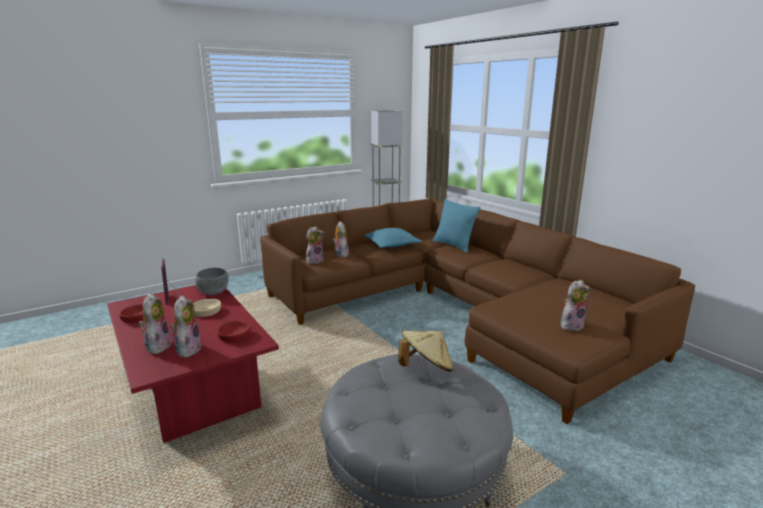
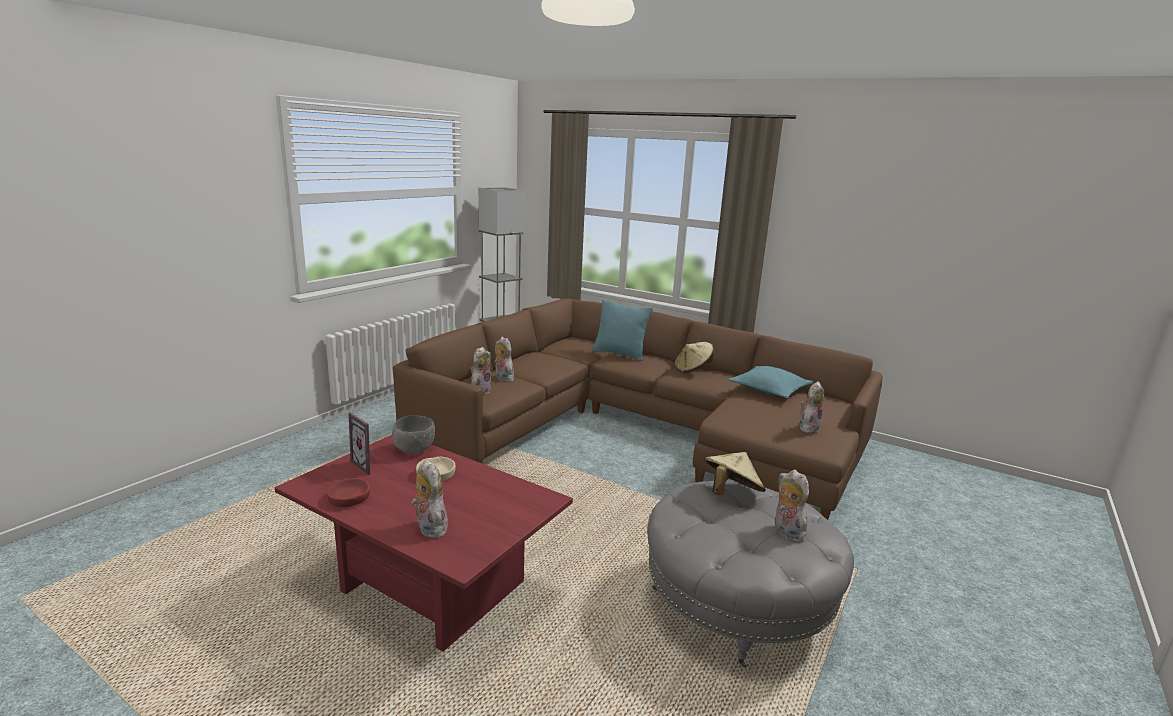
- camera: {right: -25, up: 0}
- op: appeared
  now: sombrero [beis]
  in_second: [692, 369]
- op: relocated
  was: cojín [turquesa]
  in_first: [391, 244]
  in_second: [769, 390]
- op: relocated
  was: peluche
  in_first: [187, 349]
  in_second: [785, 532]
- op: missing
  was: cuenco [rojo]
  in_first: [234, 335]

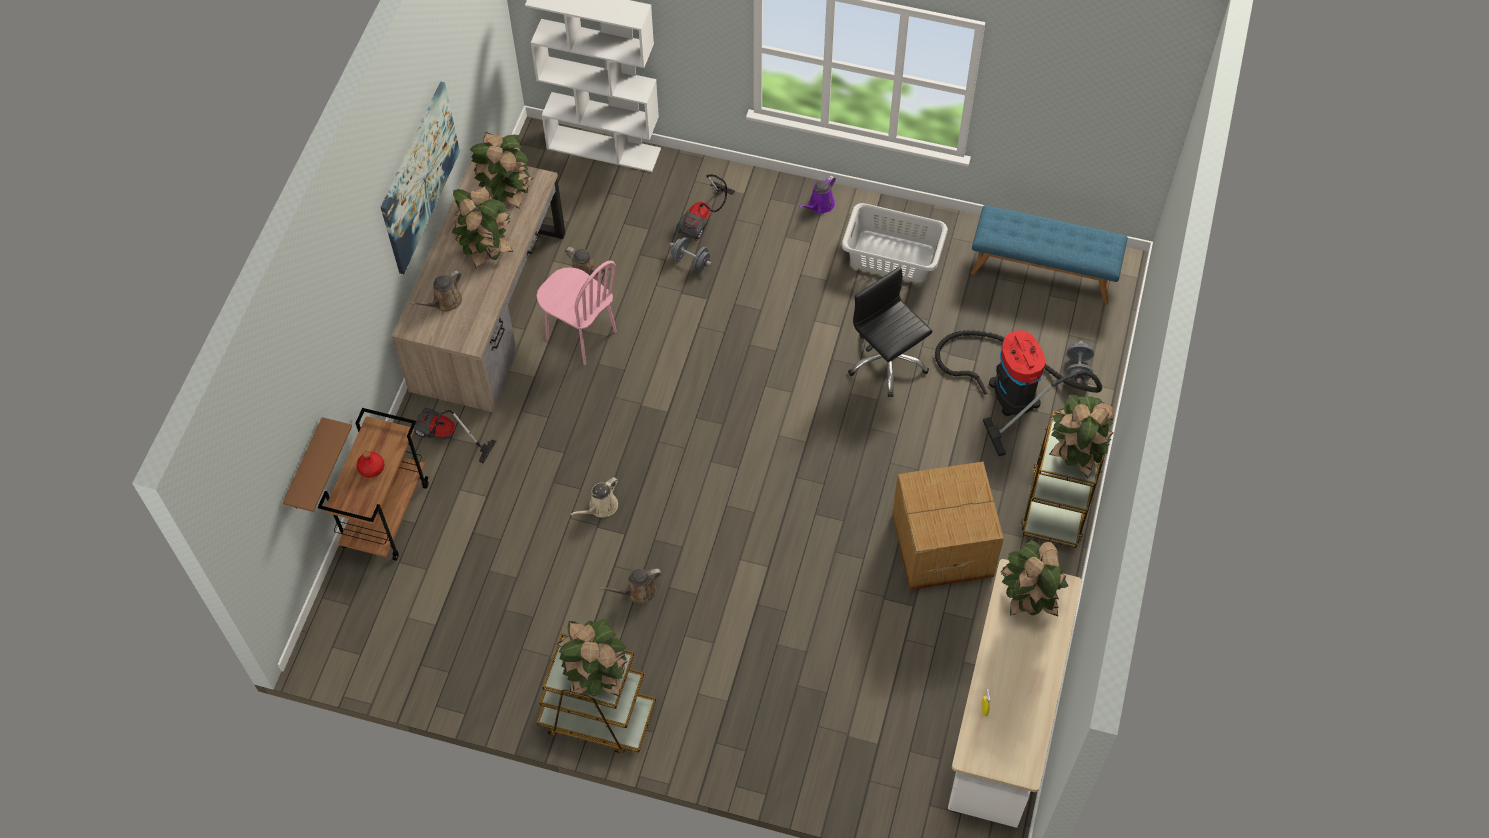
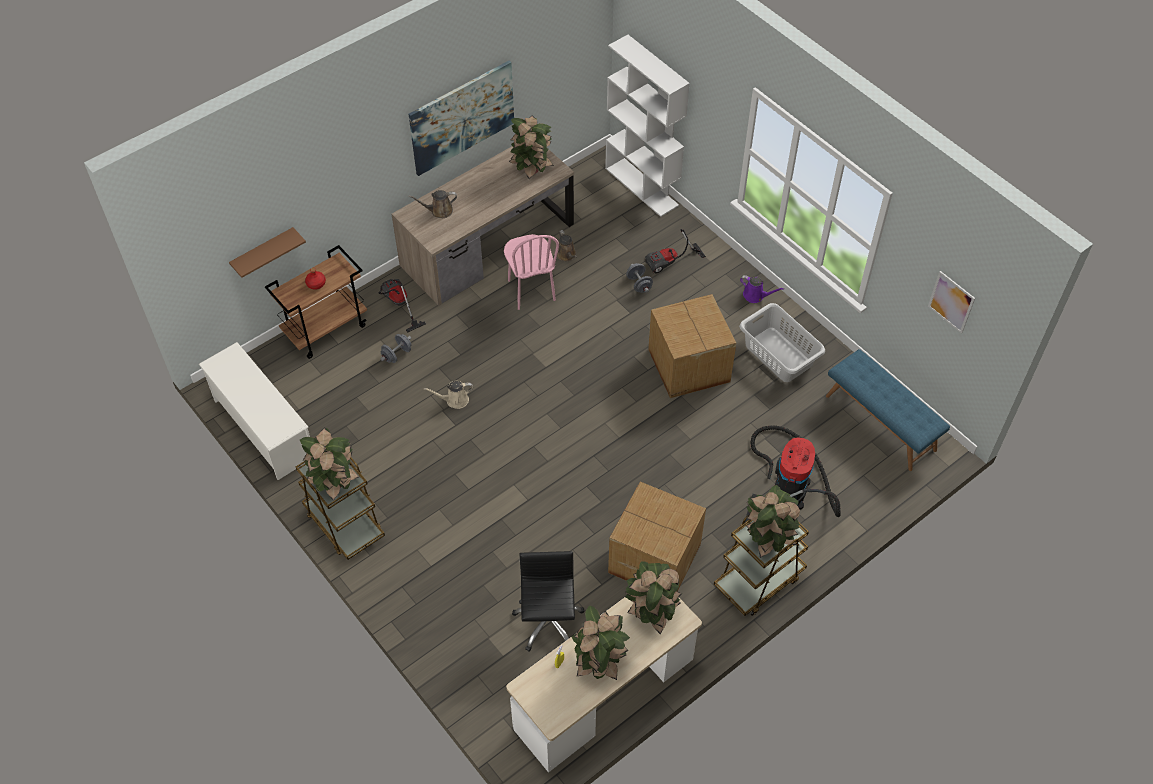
- camera: {right: 35, up: -5}
- op: appeared
  now: zapatero [blanco]
  in_second: [263, 428]
- op: relocated
  was: mancuerna [gris]
  in_first: [1077, 369]
  in_second: [397, 354]
- op: relocated
  was: silla de oficina [negro]
  in_first: [887, 362]
  in_second: [548, 622]
- op: relocated
  was: planta en maceta
  in_first: [486, 249]
  in_second: [599, 662]
- op: appeared
  now: caja de cartón
  in_second: [688, 366]
- op: spun
  was: regadera [morado]
  in_first: [820, 205]
  in_second: [755, 295]
  clockwise: -135
- op: appeared
  now: cuadro
  in_second: [951, 302]
- op: missing
  was: regadera [marrón]
  in_first: [638, 592]

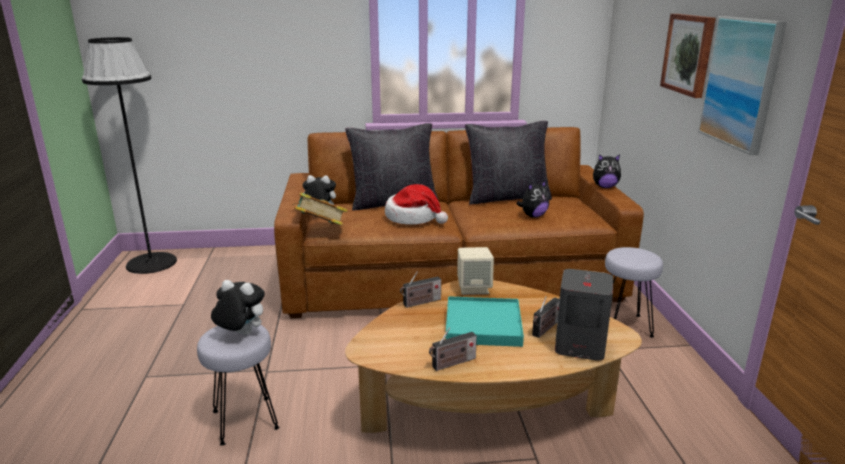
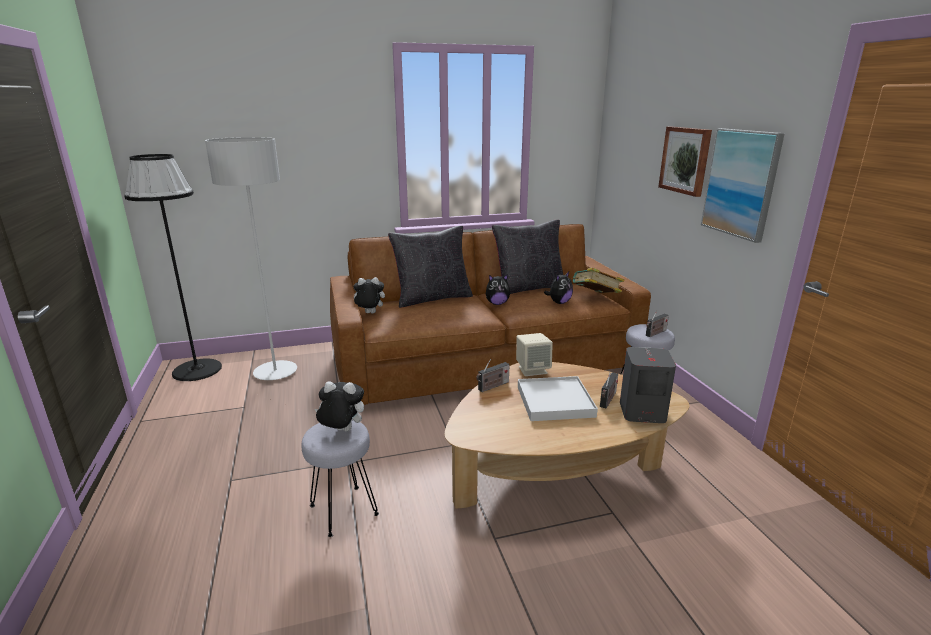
- camera: {right: -10, up: 0}
- op: appeared
  now: lámpara de pie [gris]
  in_second: [275, 372]
- op: relocated
  was: peluche
  in_first: [605, 187]
  in_second: [497, 303]
- op: colour
  was: bandeja [turquesa]
  now: bandeja [blanco]
  in_first: [483, 325]
  in_second: [555, 402]
- op: relocated
  was: libro
  in_first: [320, 229]
  in_second: [595, 297]
- op: relocated
  was: radio
  in_first: [452, 363]
  in_second: [655, 333]
- op: missing
  was: sombrero
  in_first: [413, 217]

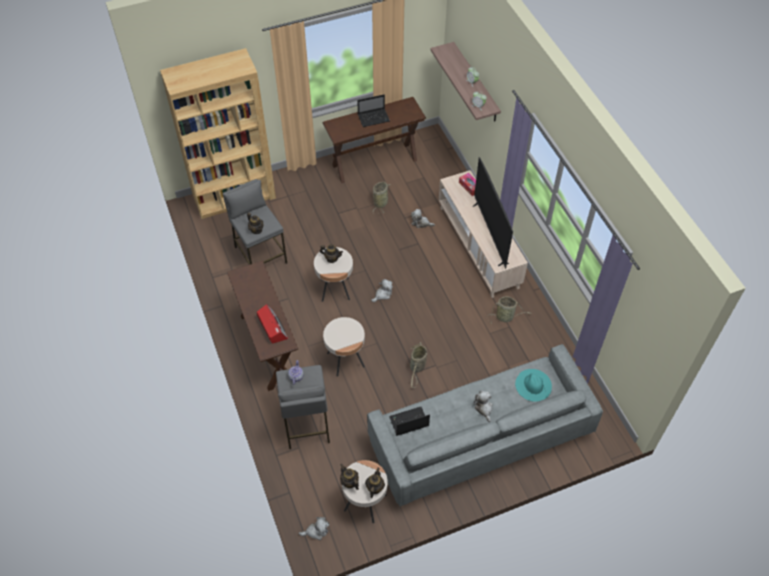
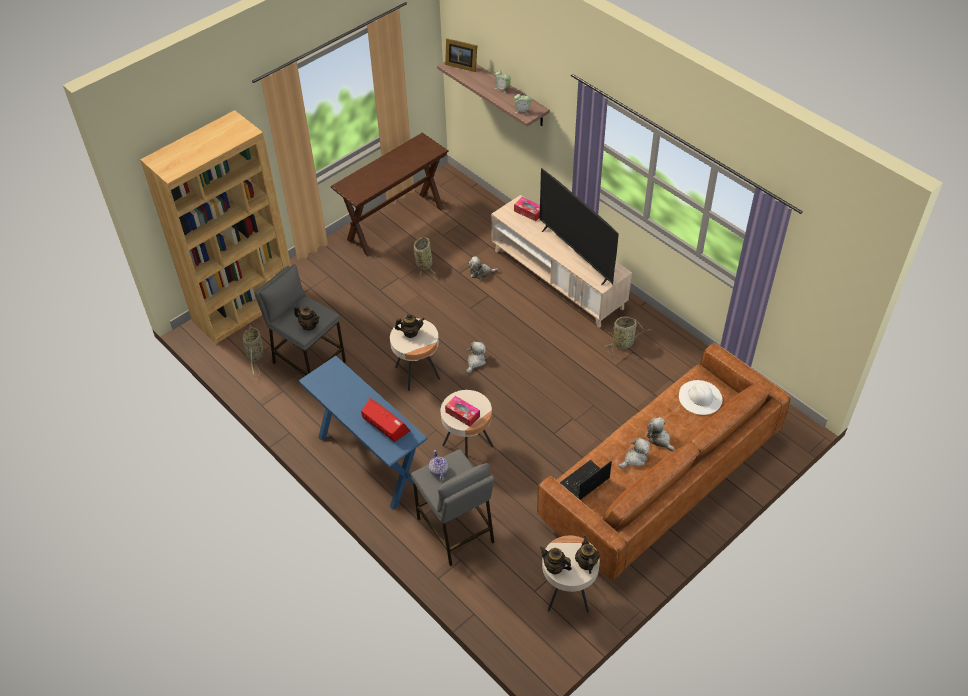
- camera: {right: -20, up: -5}
- op: relocated
  was: cesta
  in_first: [417, 367]
  in_second: [255, 356]
- op: colour
  was: mesa consola [marrón]
  now: mesa consola [azul]
  in_first: [269, 347]
  in_second: [370, 461]
- op: appeared
  now: portarretratos
  in_second: [461, 65]
- op: appeared
  now: caja de pañuelos
  in_second: [462, 414]
- op: colour
  was: sofá [gris]
  now: sofá [marrón]
  in_first: [479, 437]
  in_second: [660, 478]
- op: relocated
  was: peluche
  in_first: [316, 531]
  in_second: [634, 458]
- op: colour
  was: sombrero [turquesa]
  now: sombrero [blanco]
  in_first: [533, 385]
  in_second: [700, 397]
- op: missing
  was: portátil
  in_first: [374, 118]

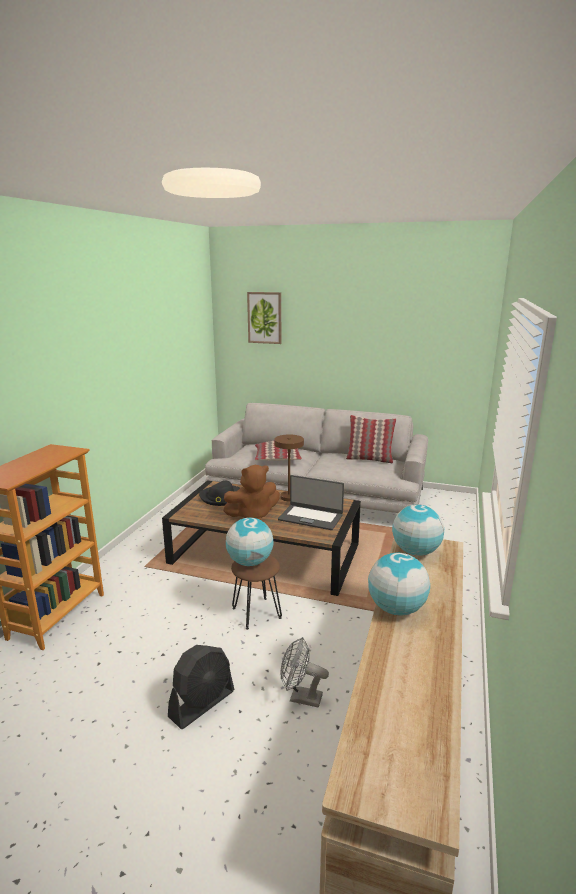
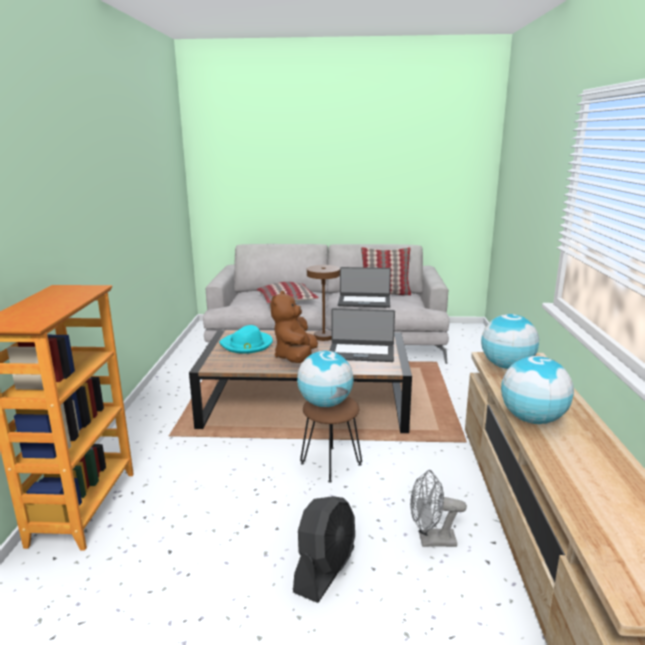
- camera: {right: -15, up: 0}
- op: colour
  was: sombrero [negro]
  now: sombrero [turquesa]
  in_first: [221, 497]
  in_second: [247, 345]
- op: spun
  was: peluche [marrón]
  in_first: [252, 515]
  in_second: [295, 358]
  clockwise: 135
- op: appeared
  now: portátil
  in_second: [364, 302]
- op: missing
  was: cuadro
  in_first: [264, 317]

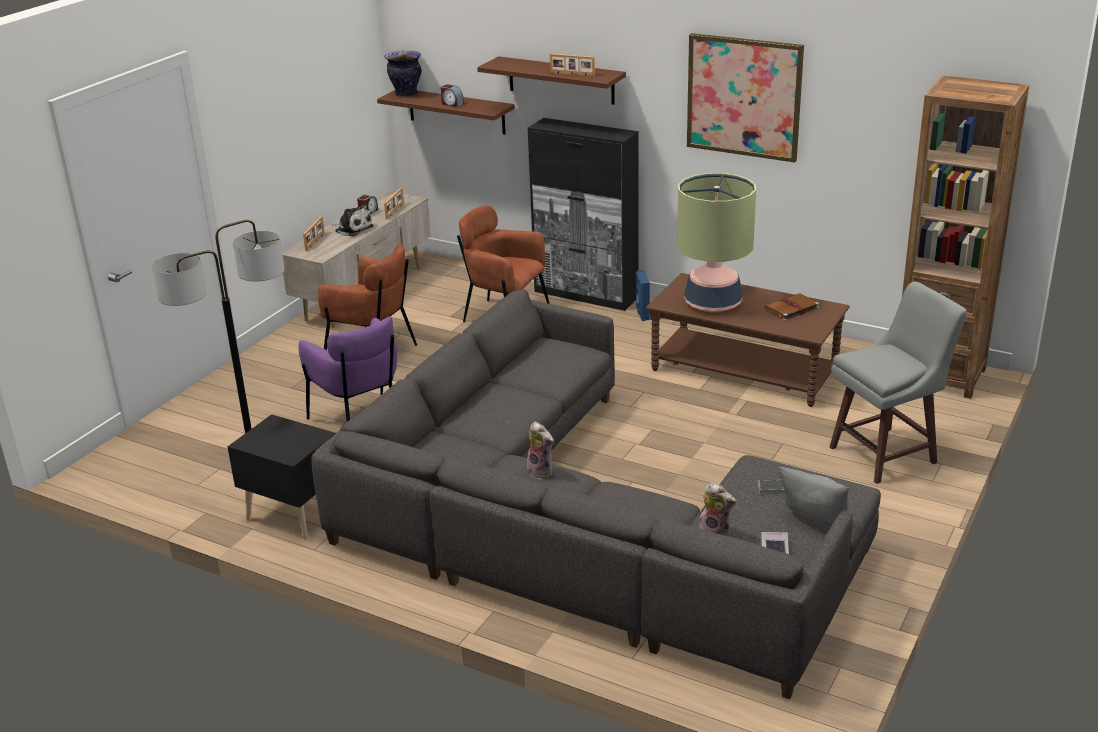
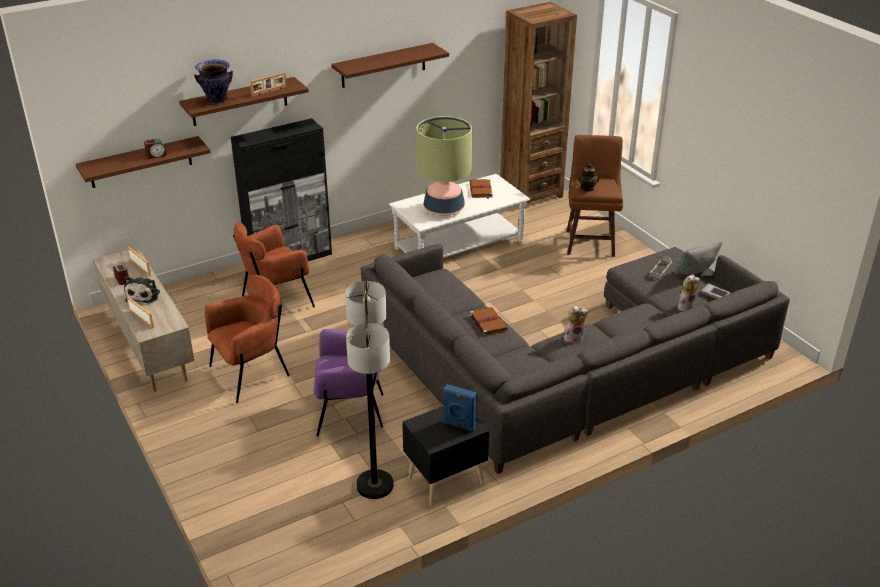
- camera: {right: -60, up: 5}
- op: spun
  was: peluche
  in_first: [353, 229]
  in_second: [144, 295]
  clockwise: 120
- op: relocated
  was: florero
  in_first: [406, 94]
  in_second: [217, 100]
- op: exchanged
  was: cuadro
  now: estante [marrón]
  in_first: [744, 97]
  in_second: [383, 65]
- op: colour
  was: mesa de centro [marrón]
  now: mesa de centro [blanco]
  in_first: [743, 371]
  in_second: [458, 246]
- op: relocated
  was: altavoz [azul]
  in_first: [642, 314]
  in_second: [459, 426]
- op: appeared
  now: libro [marrón]
  in_second: [488, 322]
- op: colour
  was: taburete [gris]
  now: taburete [marrón]
  in_first: [886, 455]
  in_second: [590, 242]
- op: appeared
  now: tetera
  in_second: [587, 188]

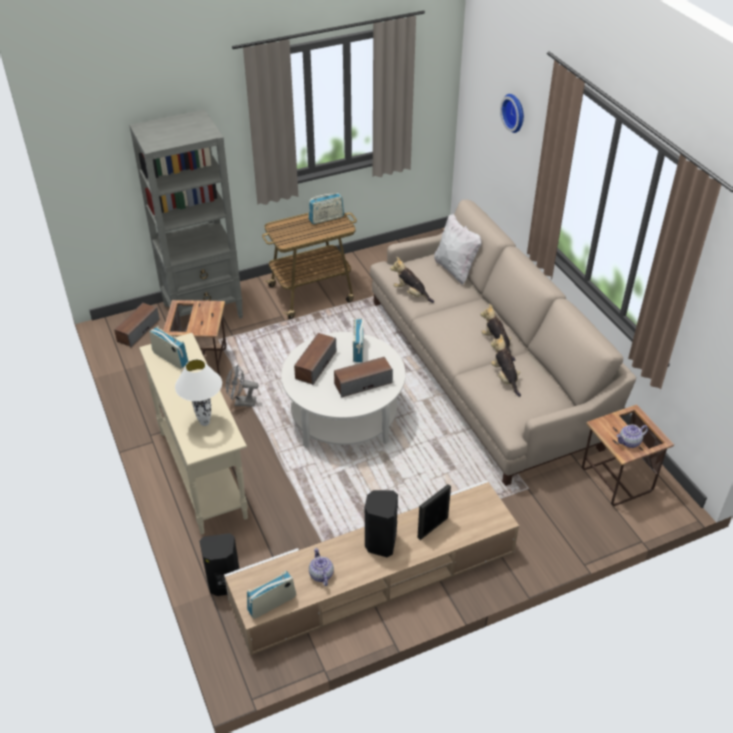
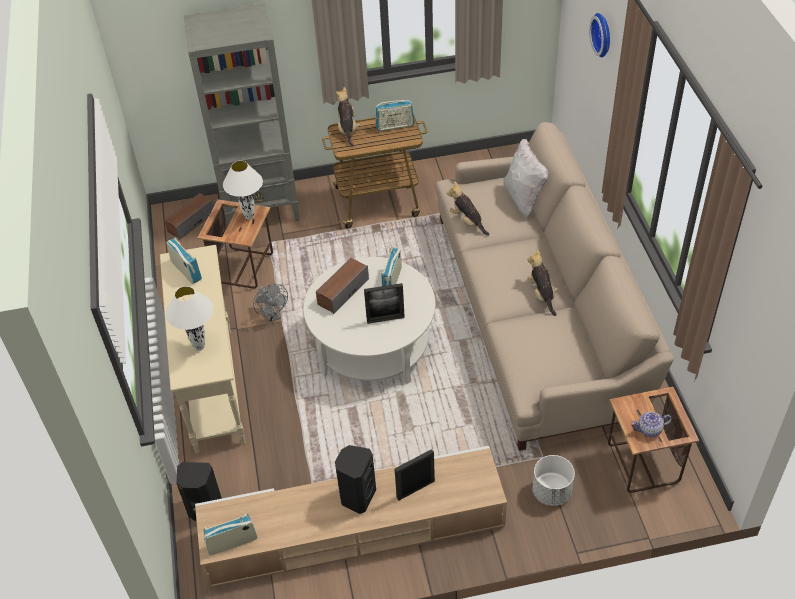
- camera: {right: 15, up: 5}
- op: appeared
  now: lámpara de mesa [blanco]
  in_second: [249, 217]
- op: spun
  was: ventilador [gris]
  in_first: [241, 402]
  in_second: [272, 316]
  clockwise: -135
- op: relocated
  was: peluche
  in_first: [505, 378]
  in_second: [347, 129]
- op: exchanged
  was: altavoz
  now: portarretratos
  in_first: [363, 383]
  in_second: [385, 319]
- op: appeared
  now: maceta [blanco]
  in_second: [551, 492]
- op: missing
  was: tetera
  in_first: [321, 574]

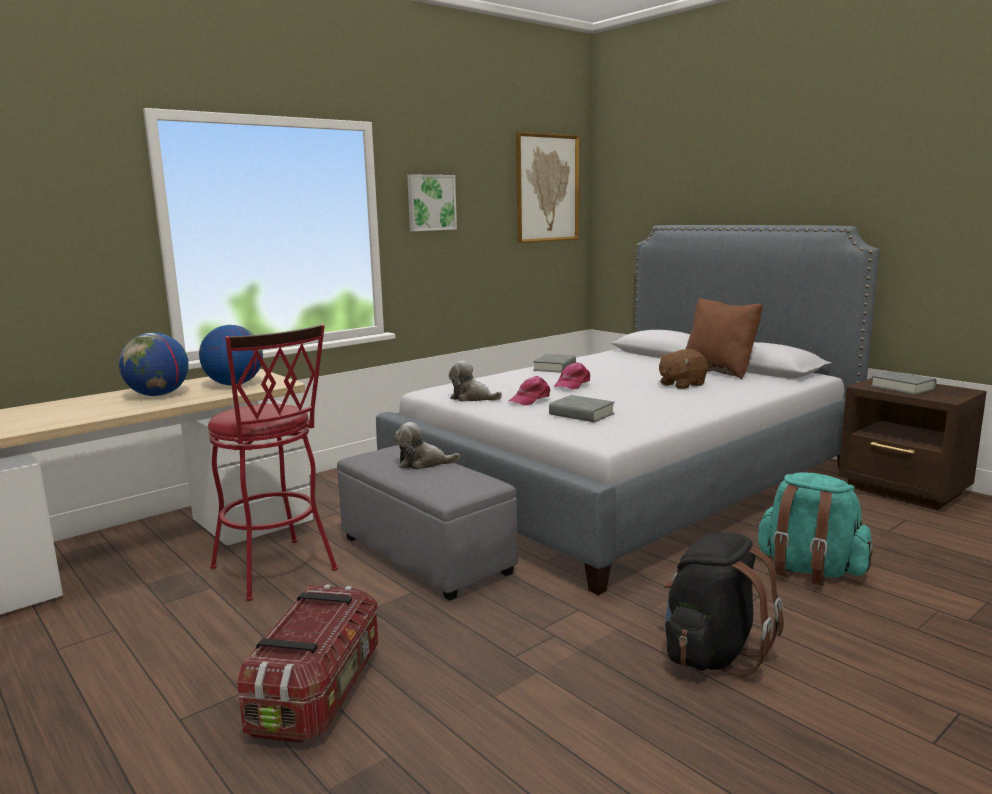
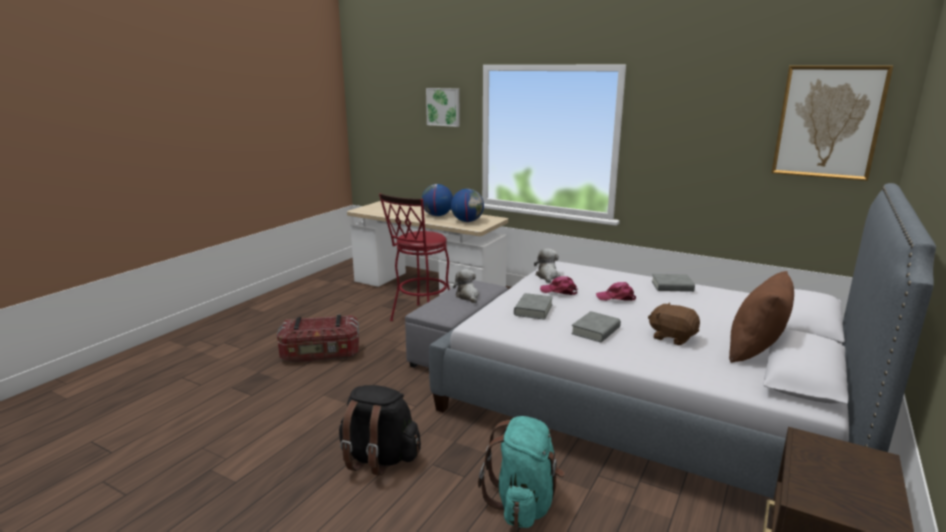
- camera: {right: 70, up: 5}
- op: relocated
  was: cuadro
  in_first: [430, 202]
  in_second: [443, 107]
- op: relocated
  was: libro [gris]
  in_first: [902, 387]
  in_second: [595, 331]

